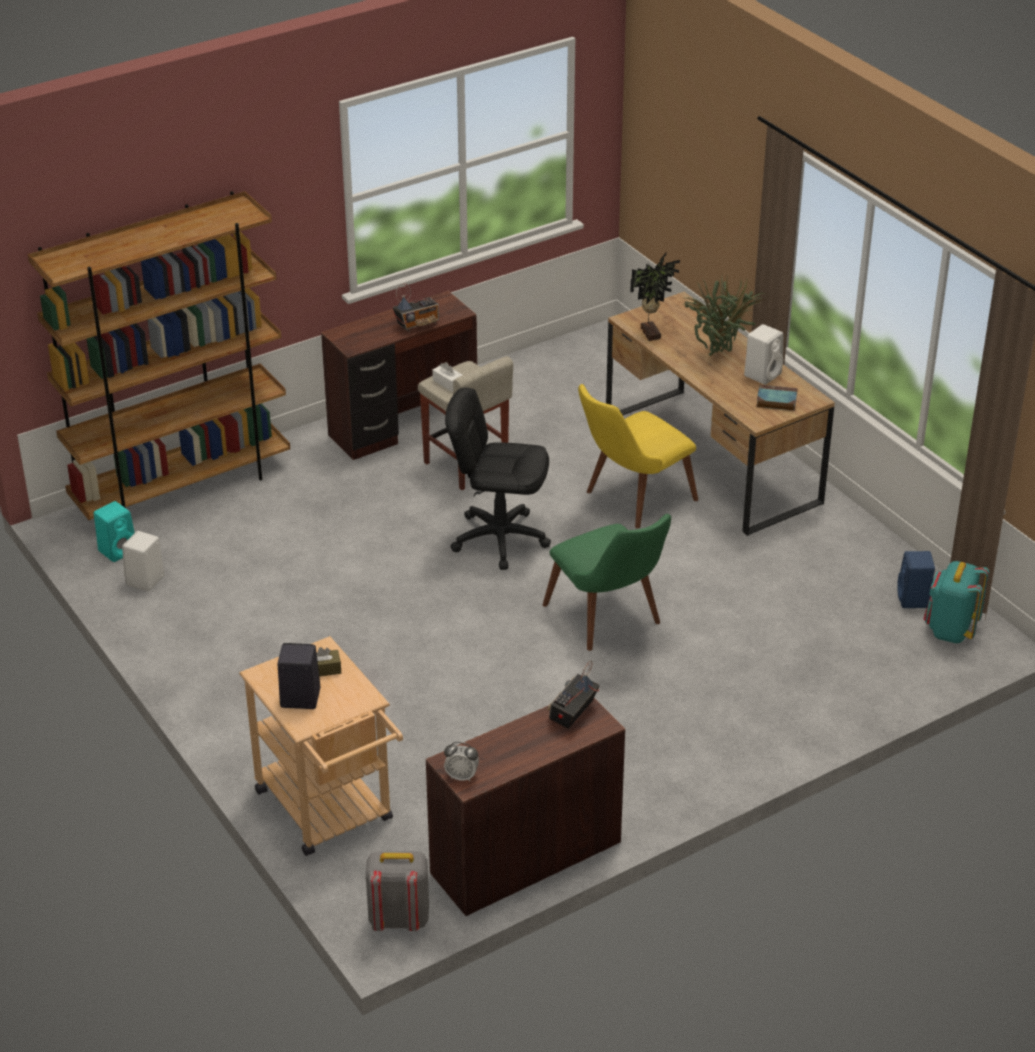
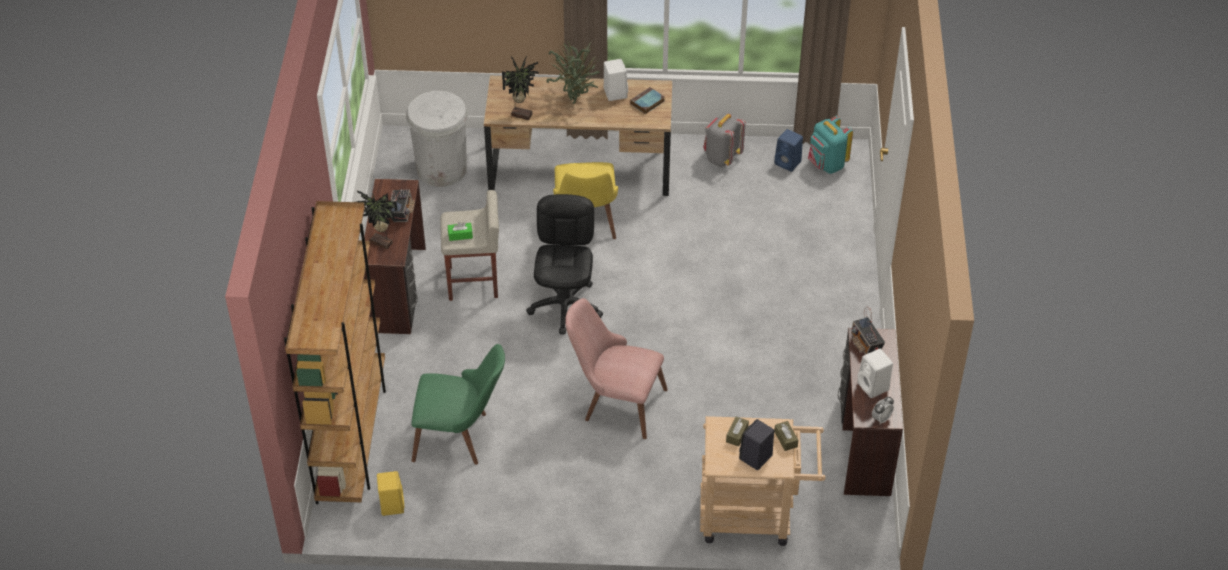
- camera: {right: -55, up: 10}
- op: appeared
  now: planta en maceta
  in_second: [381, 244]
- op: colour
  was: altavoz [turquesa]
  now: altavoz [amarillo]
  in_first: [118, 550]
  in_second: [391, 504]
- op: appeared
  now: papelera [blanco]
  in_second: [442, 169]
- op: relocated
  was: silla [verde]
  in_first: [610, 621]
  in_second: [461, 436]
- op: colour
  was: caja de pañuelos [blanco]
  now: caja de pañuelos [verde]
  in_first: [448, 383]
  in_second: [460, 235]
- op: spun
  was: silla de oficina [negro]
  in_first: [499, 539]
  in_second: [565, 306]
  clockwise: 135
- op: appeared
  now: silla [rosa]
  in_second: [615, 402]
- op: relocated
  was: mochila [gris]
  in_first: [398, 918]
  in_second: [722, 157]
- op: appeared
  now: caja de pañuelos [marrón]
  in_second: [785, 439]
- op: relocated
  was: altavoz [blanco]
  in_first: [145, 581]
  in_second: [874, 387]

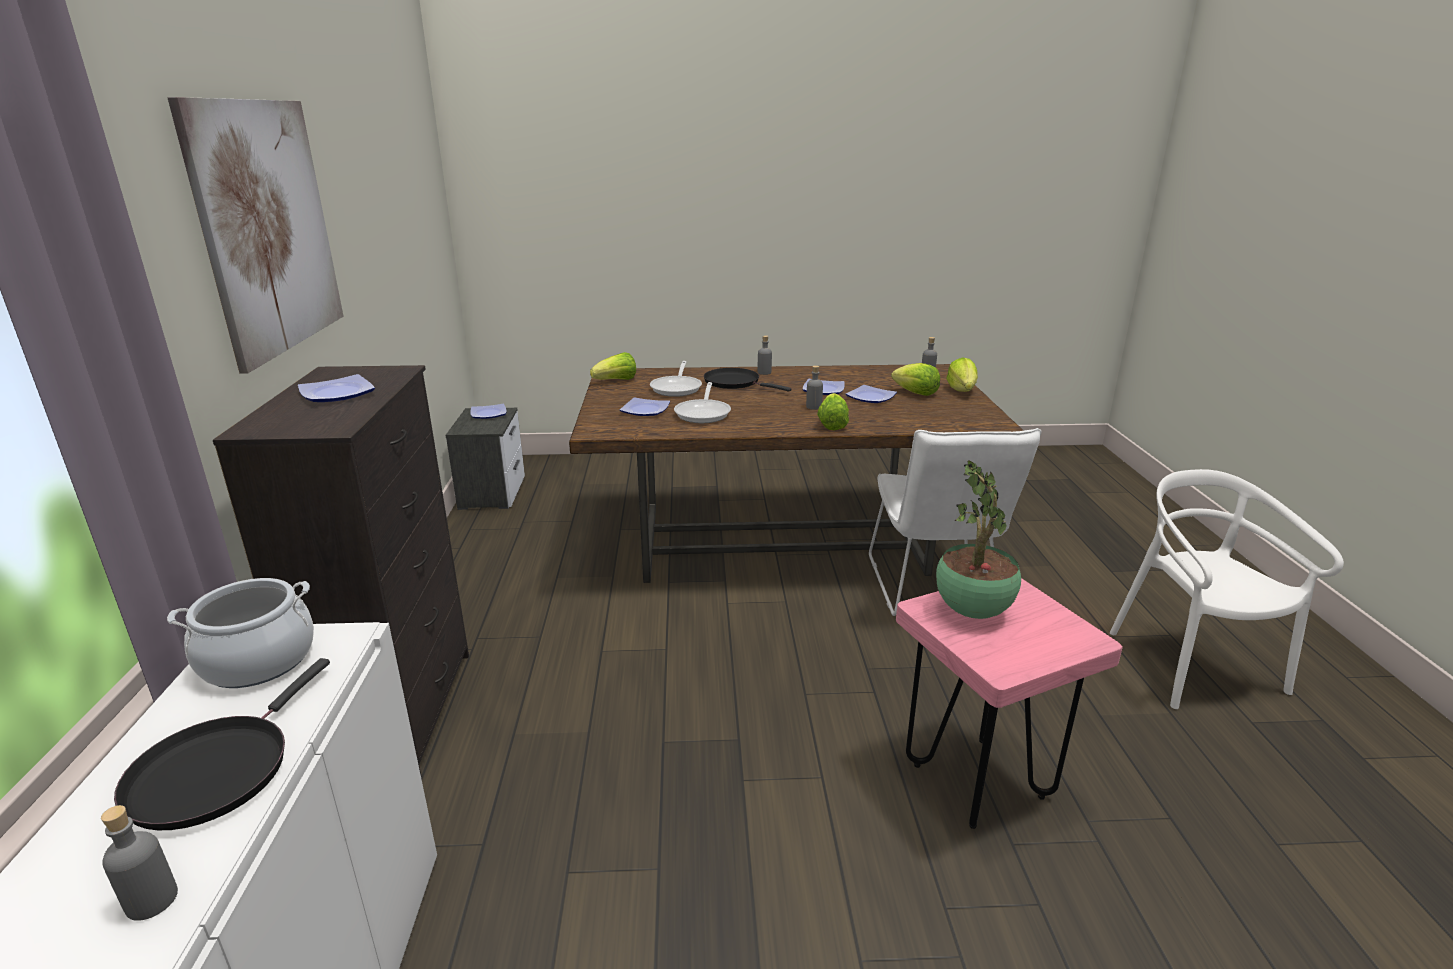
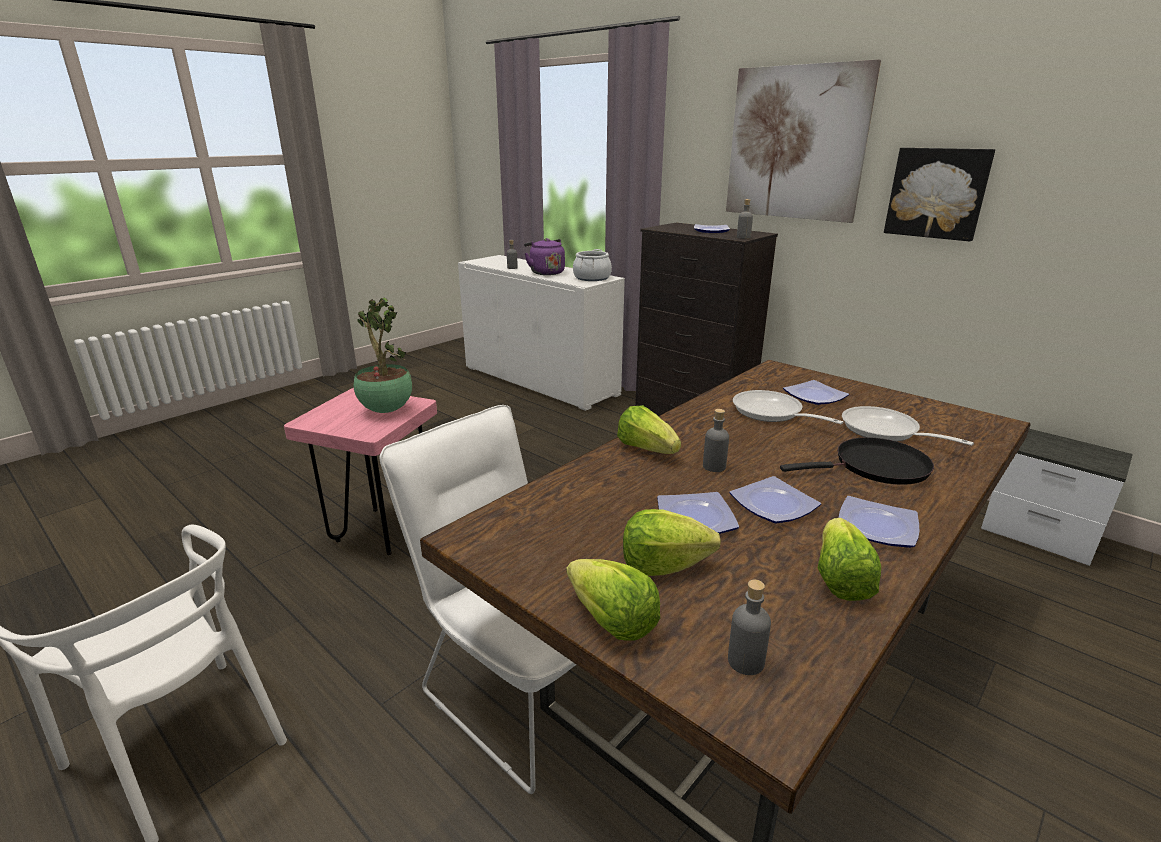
- camera: {right: 135, up: 0}
- op: exchanged
  was: sartén [negro]
  now: hervidor [morado]
  in_first: [216, 770]
  in_second: [545, 272]
- op: relocated
  was: botella [gris]
  in_first: [764, 372]
  in_second: [743, 237]
- op: relocated
  was: lechuga
  in_first: [616, 381]
  in_second: [840, 579]
- op: relocated
  was: plato
  in_first: [488, 414]
  in_second: [878, 526]
- op: appeared
  now: cuadro
  in_second: [937, 193]

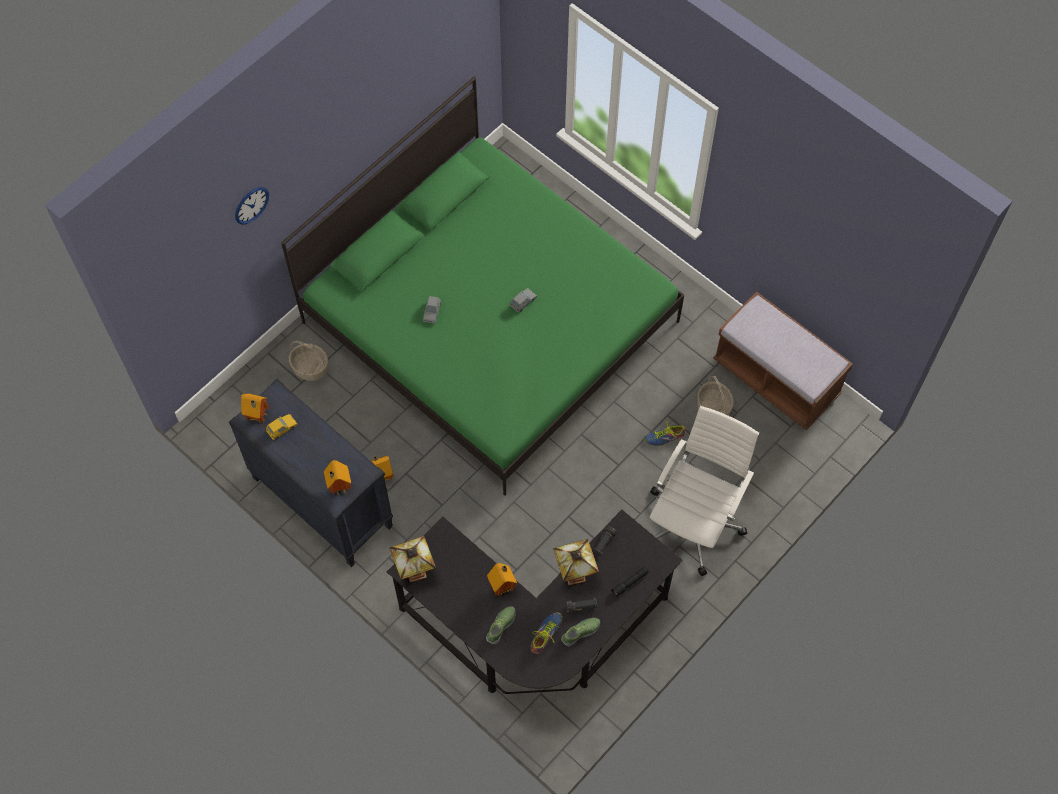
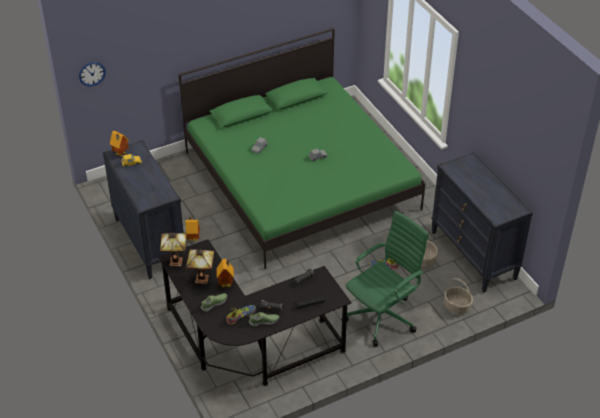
- camera: {right: 20, up: -20}
- op: relocated
  was: reloj de pared
  in_first: [251, 205]
  in_second: [92, 74]
- op: relocated
  was: lámpara de mesa
  in_first: [573, 574]
  in_second: [201, 278]
- op: colour
  was: silla de oficina [blanco]
  now: silla de oficina [verde]
  in_first: [694, 522]
  in_second: [382, 316]
- op: exchanged
  was: banco [marrón]
  now: cómoda [negro]
  in_first: [776, 379]
  in_second: [474, 255]
- op: relocated
  was: cesta
  in_first: [311, 368]
  in_second: [457, 306]
- op: missing
  was: casita
  in_first: [338, 487]

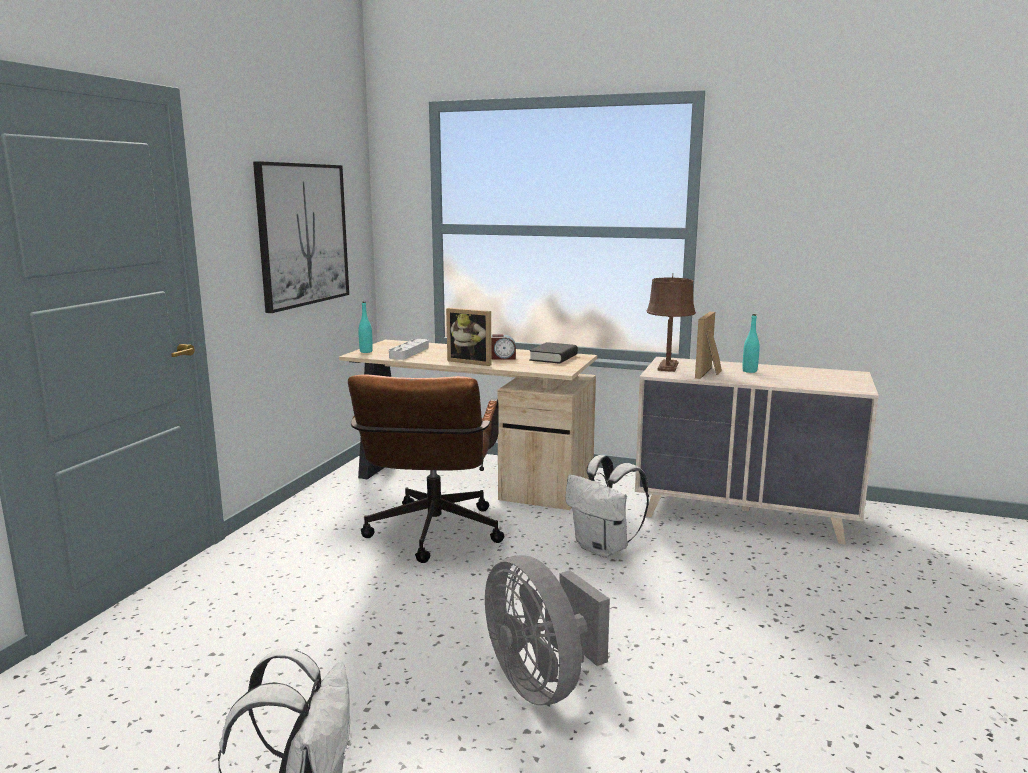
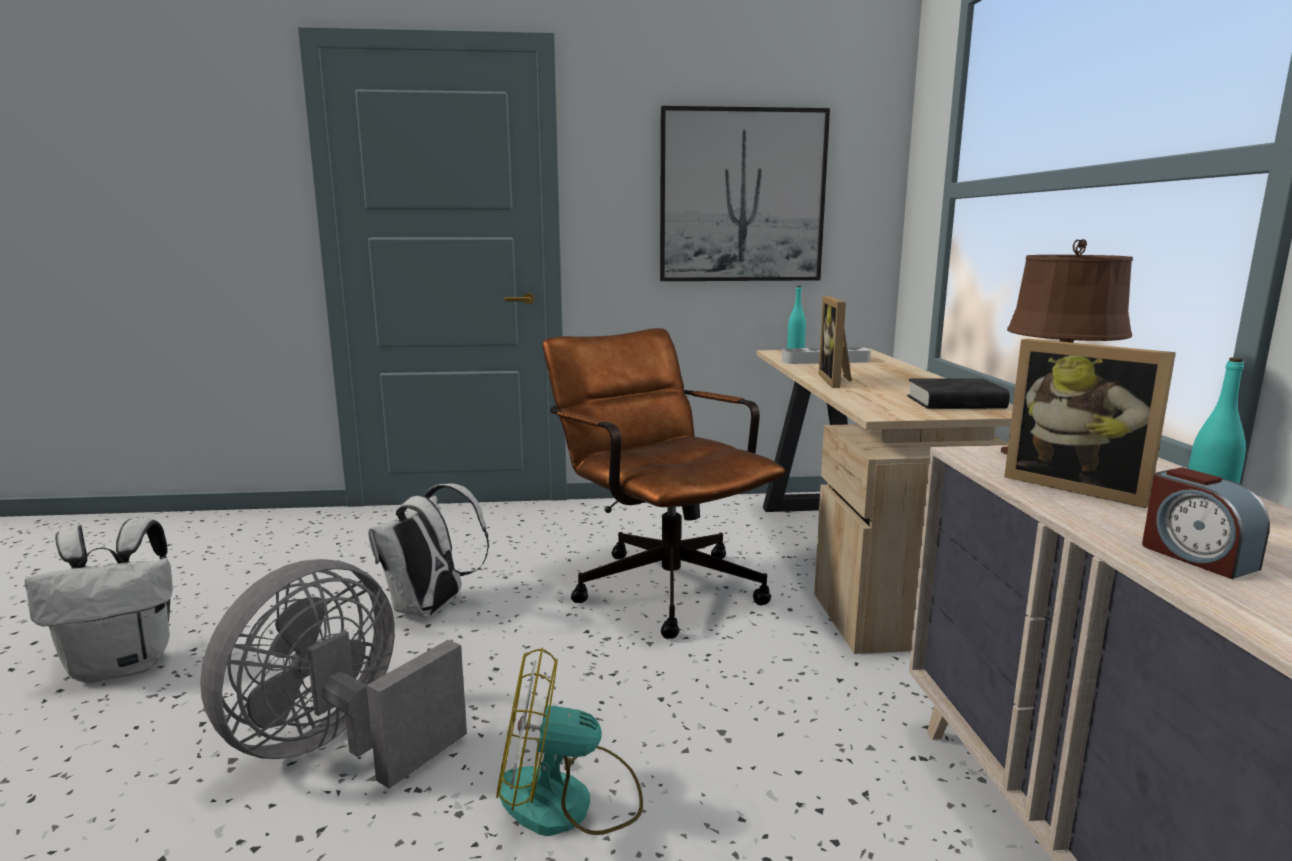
- camera: {right: 65, up: 0}
- op: relocated
  was: mochila [blanco]
  in_first: [604, 549]
  in_second: [430, 608]
- op: appeared
  now: ventilador
  in_second: [568, 801]
- op: spun
  was: silla de oficina [marrón]
  in_first: [432, 537]
  in_second: [659, 583]
  clockwise: 75
- op: spun
  was: portarretratos
  in_first: [709, 373]
  in_second: [1078, 486]
  clockwise: -135
- op: relocated
  was: despertador
  in_first: [502, 358]
  in_second: [1196, 557]

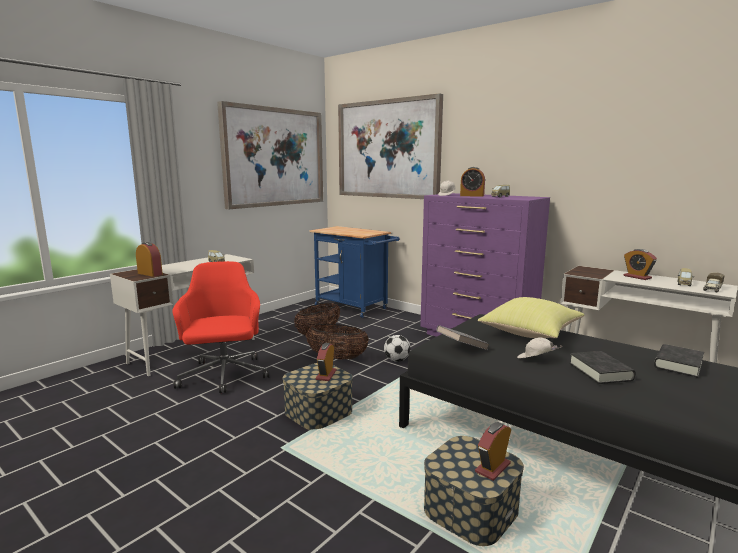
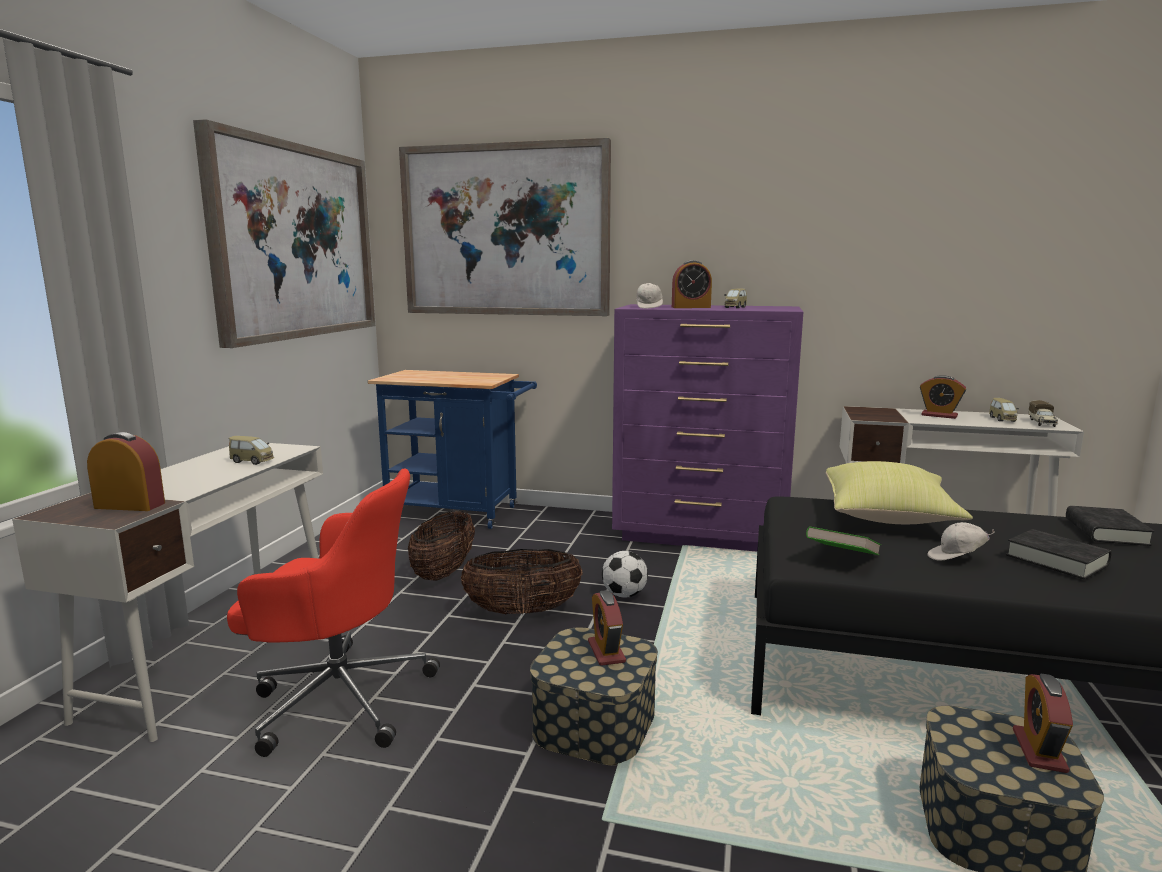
- camera: {right: -25, up: 0}
- op: spun
  was: silla de oficina [rojo]
  in_first: [224, 376]
  in_second: [338, 698]
  clockwise: 135
- op: colour
  was: libro [gris]
  now: libro [verde]
  in_first: [462, 348]
  in_second: [842, 559]

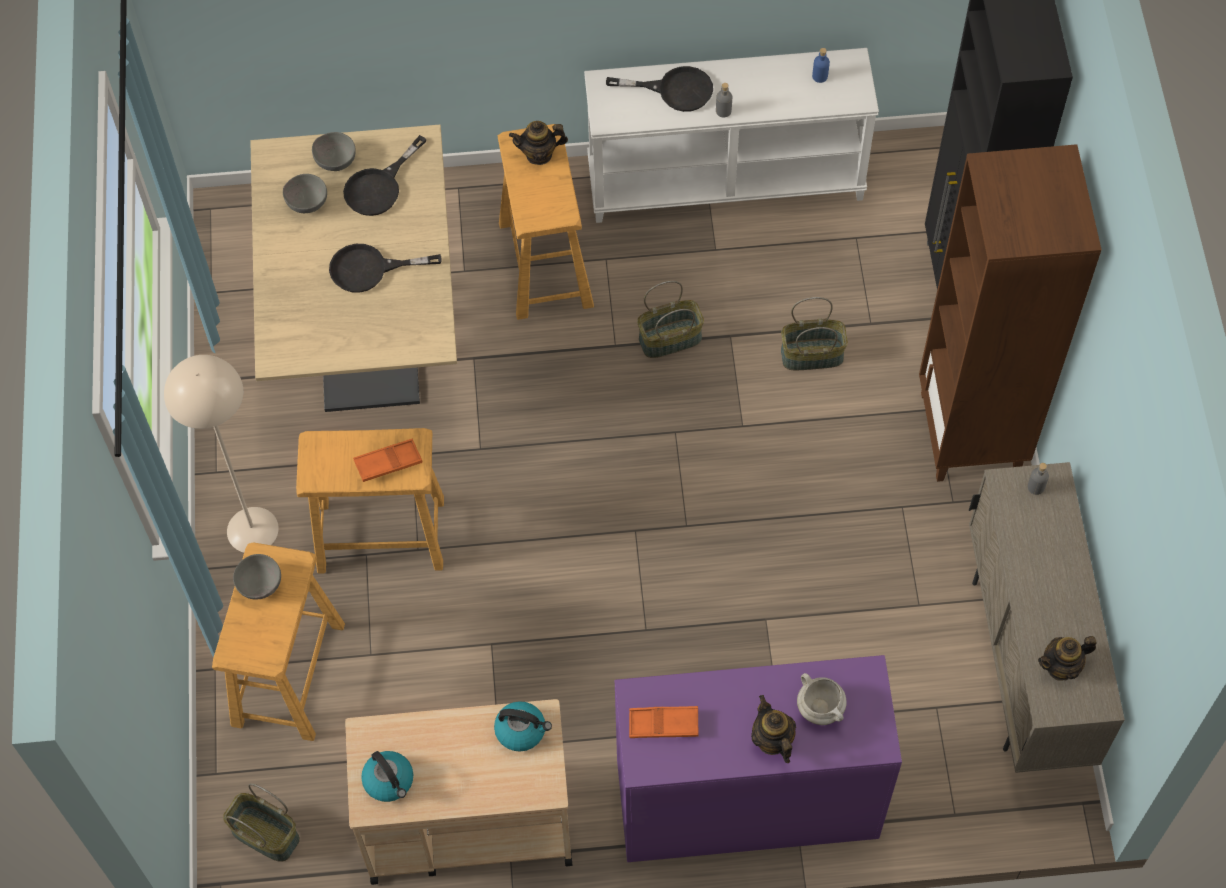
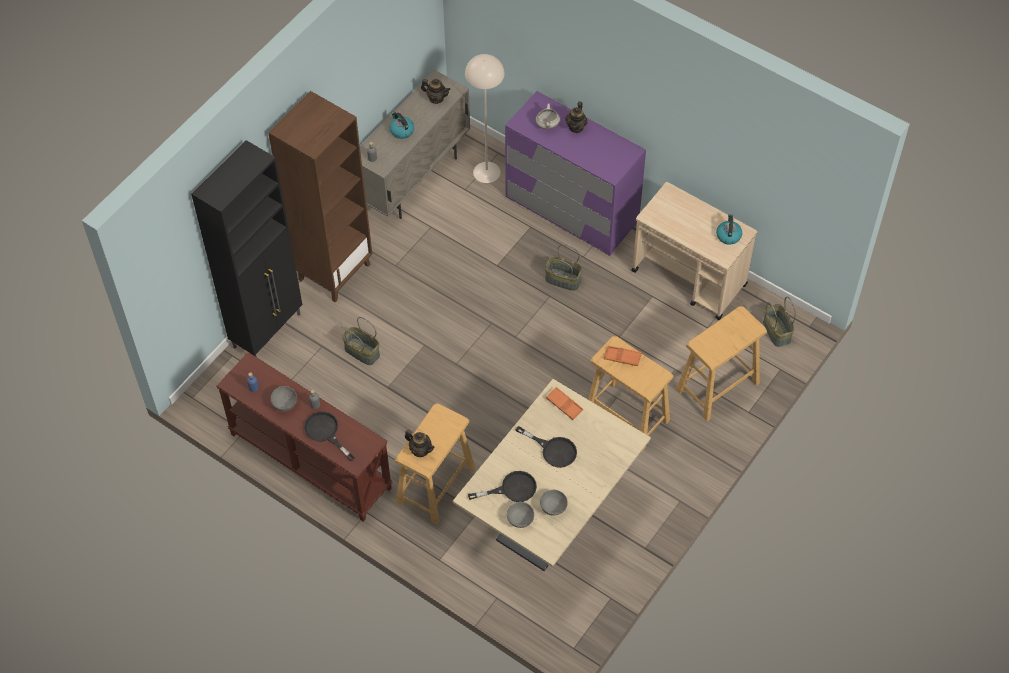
- camera: {right: -140, up: -5}
- op: colour
  was: mesa consola [blanco]
  now: mesa consola [marrón]
  in_first: [726, 180]
  in_second: [309, 461]
- op: relocated
  was: cuenco [gris]
  in_first: [260, 586]
  in_second: [285, 403]
- op: relocated
  was: hervidor
  in_first: [521, 730]
  in_second: [401, 131]
- op: relocated
  was: lámpara de pie [beis]
  in_first: [252, 530]
  in_second: [487, 172]
- op: relocated
  was: cesta
  in_first: [670, 338]
  in_second: [562, 280]
- op: relocated
  was: bandeja [naranja]
  in_first: [663, 724]
  in_second: [564, 405]

